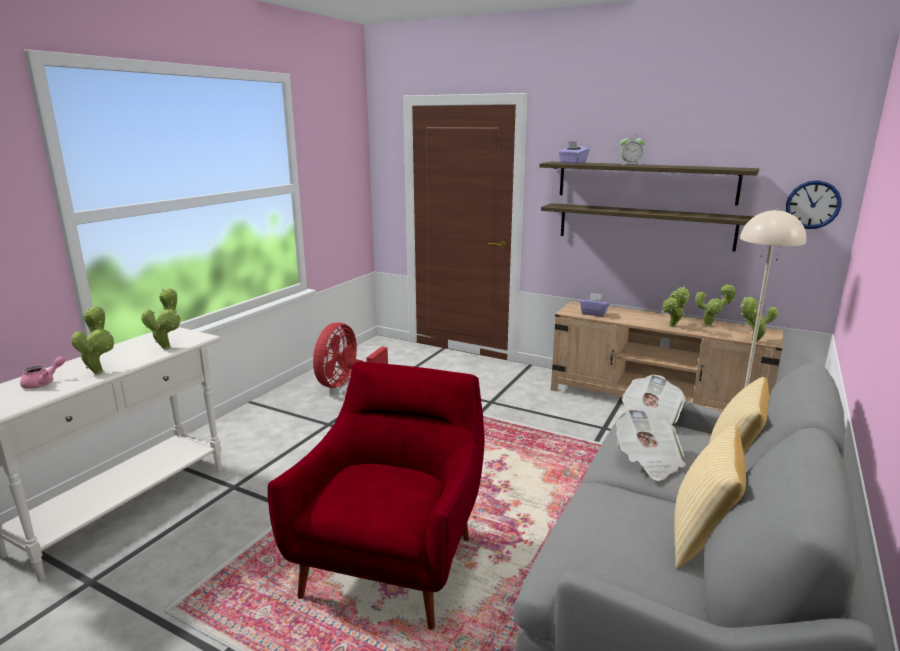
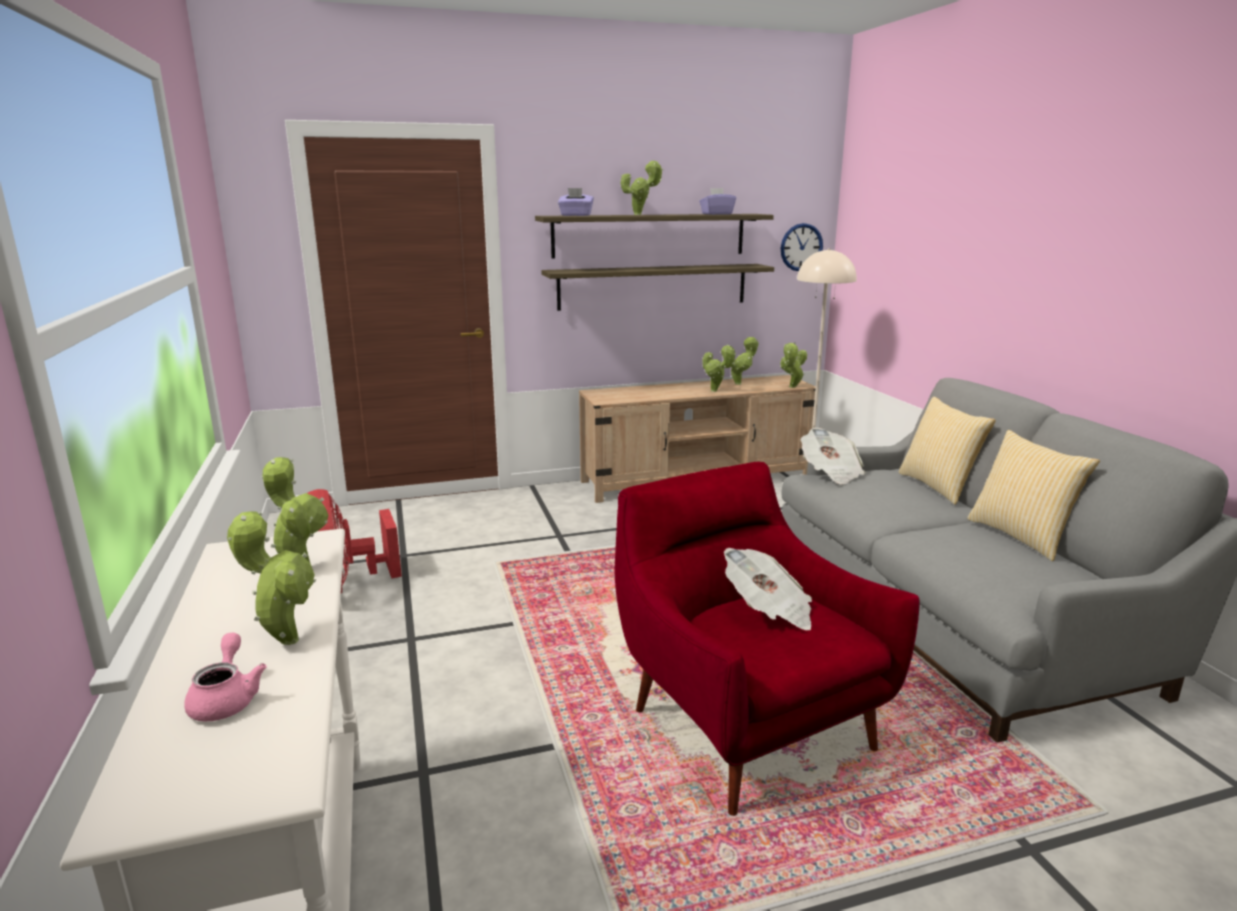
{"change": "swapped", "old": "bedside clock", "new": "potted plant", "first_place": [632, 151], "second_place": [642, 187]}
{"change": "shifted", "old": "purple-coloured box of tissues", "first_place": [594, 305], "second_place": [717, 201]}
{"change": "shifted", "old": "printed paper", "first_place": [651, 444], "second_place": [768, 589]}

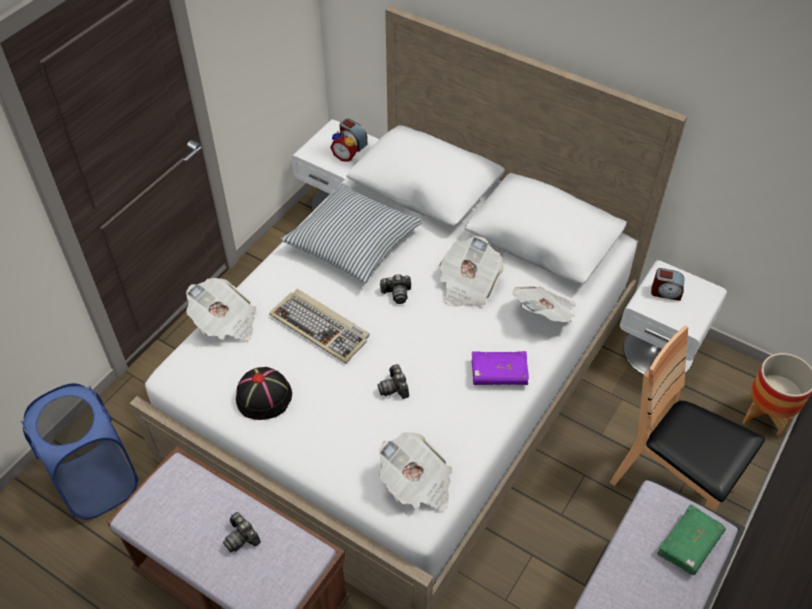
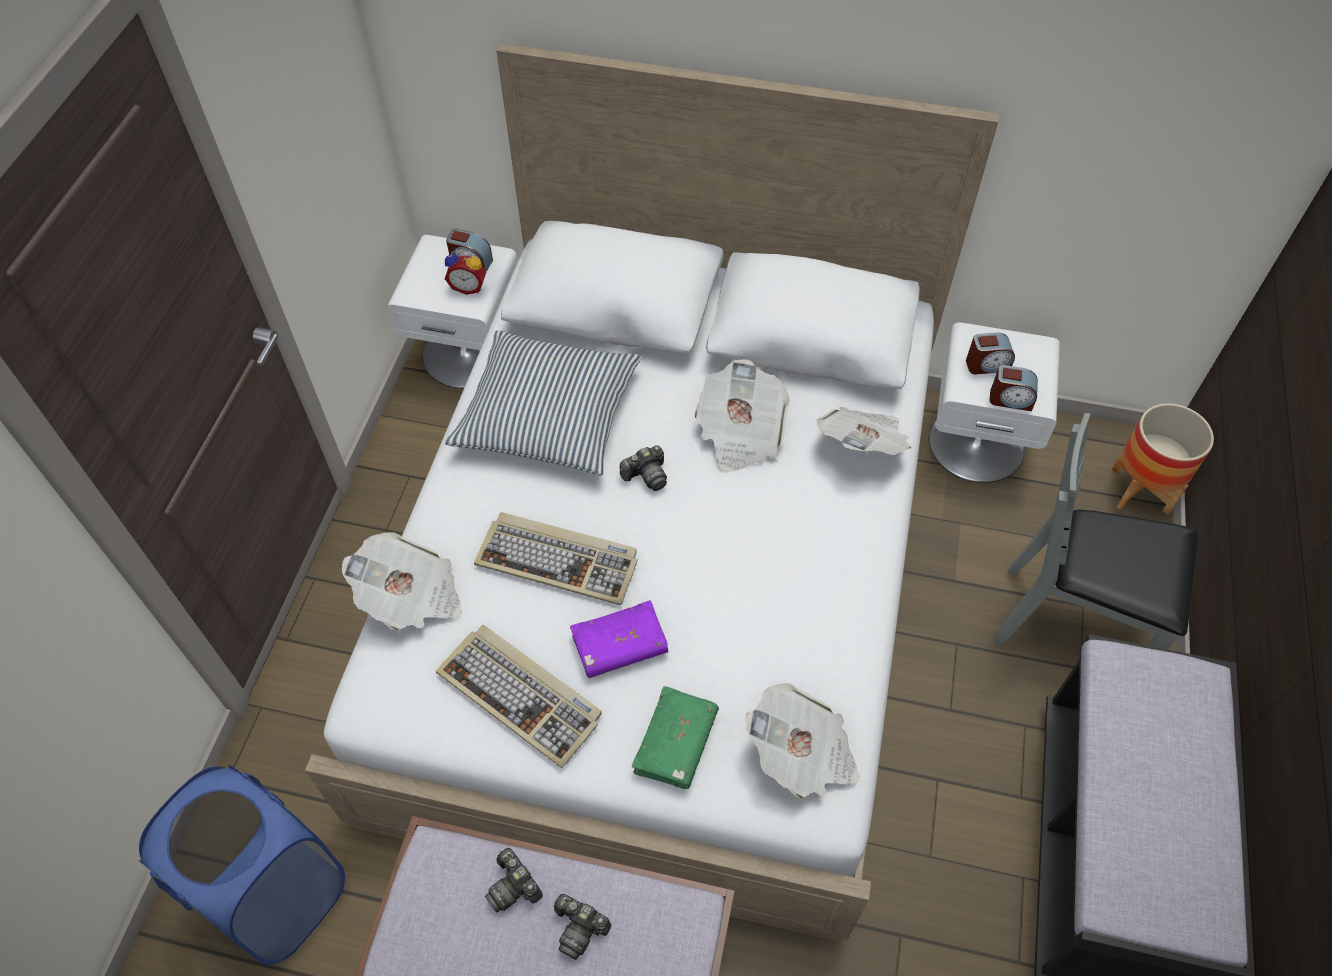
{"change": "swapped", "old": "black wearable hat", "new": "keyboard", "first_place": [264, 393], "second_place": [519, 696]}
{"change": "shifted", "old": "photo camera", "first_place": [393, 381], "second_place": [514, 880]}
{"change": "shifted", "old": "purple-coloured volume", "first_place": [500, 368], "second_place": [619, 639]}
{"change": "shifted", "old": "green-coloured volume", "first_place": [691, 540], "second_place": [675, 737]}
{"change": "new", "new": "bedside clock", "second_place": [1014, 388]}
{"change": "repainted", "old": "brownish plain chair", "new": "greyish plain chair", "first_place": [687, 418], "second_place": [1095, 531]}

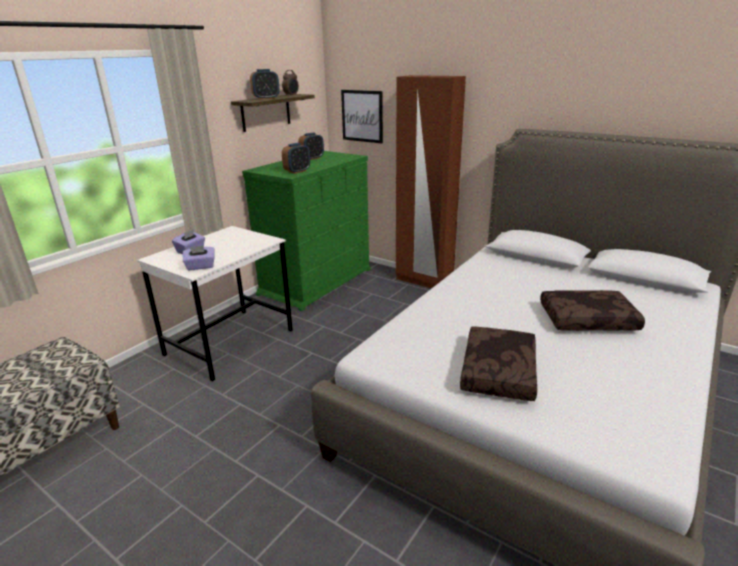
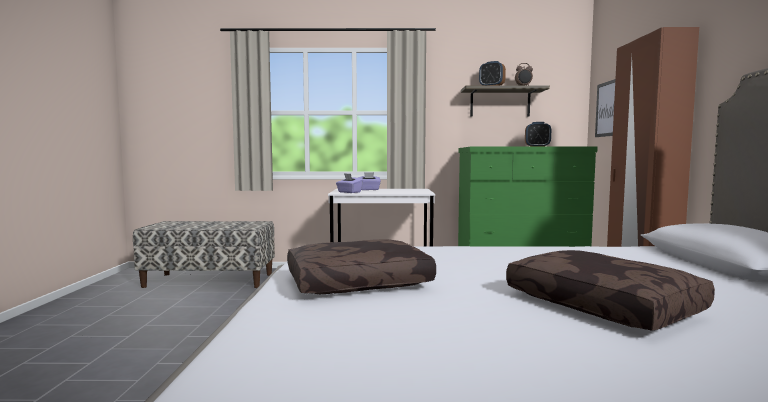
{"change": "gone", "old": "bedside clock", "first_place": [296, 158]}

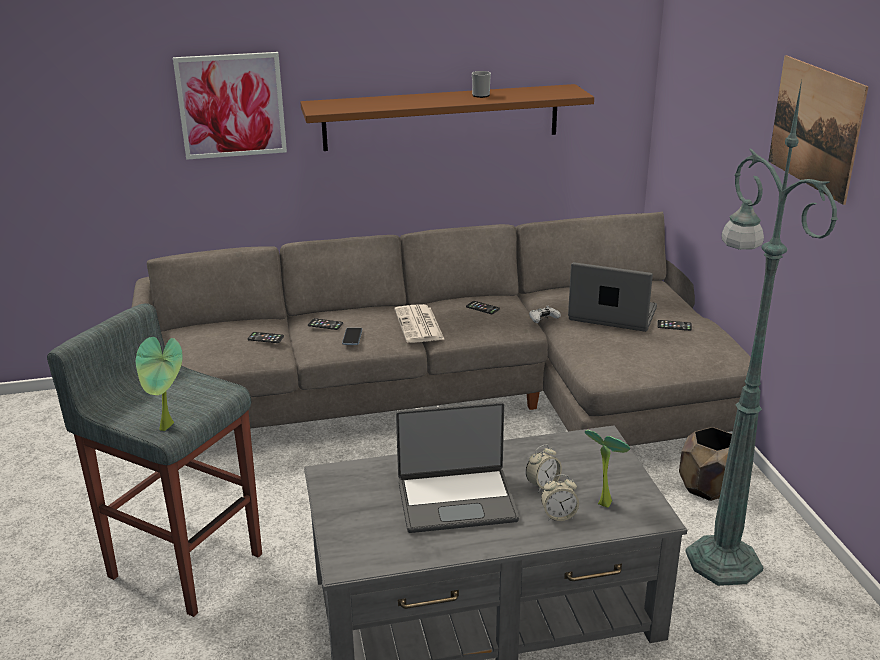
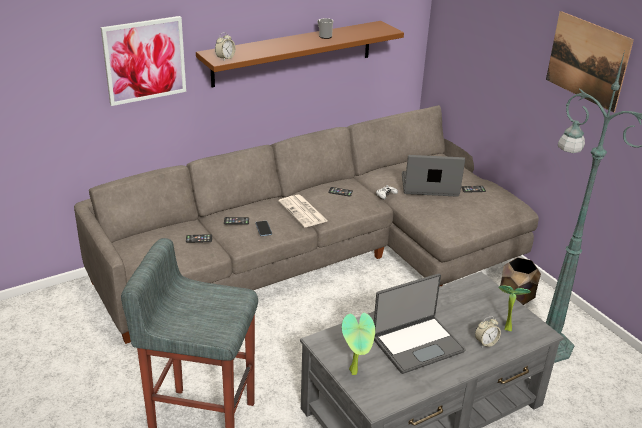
{"change": "shifted", "old": "bedside clock", "first_place": [544, 468], "second_place": [225, 46]}
{"change": "shifted", "old": "potted plant", "first_place": [159, 384], "second_place": [358, 343]}

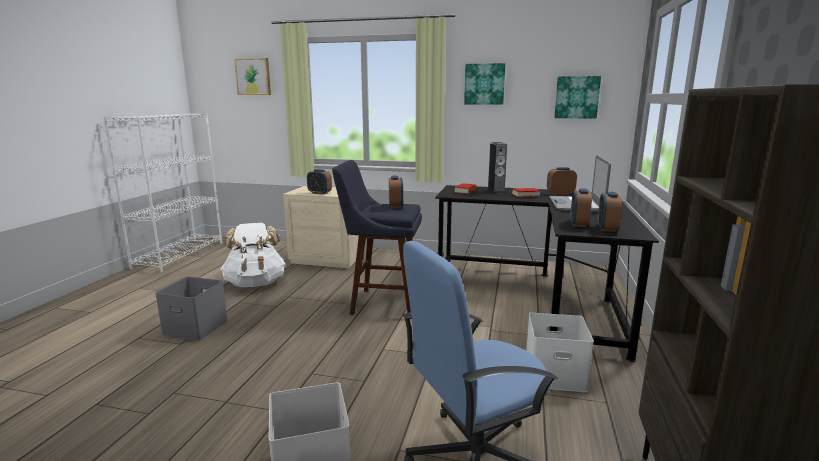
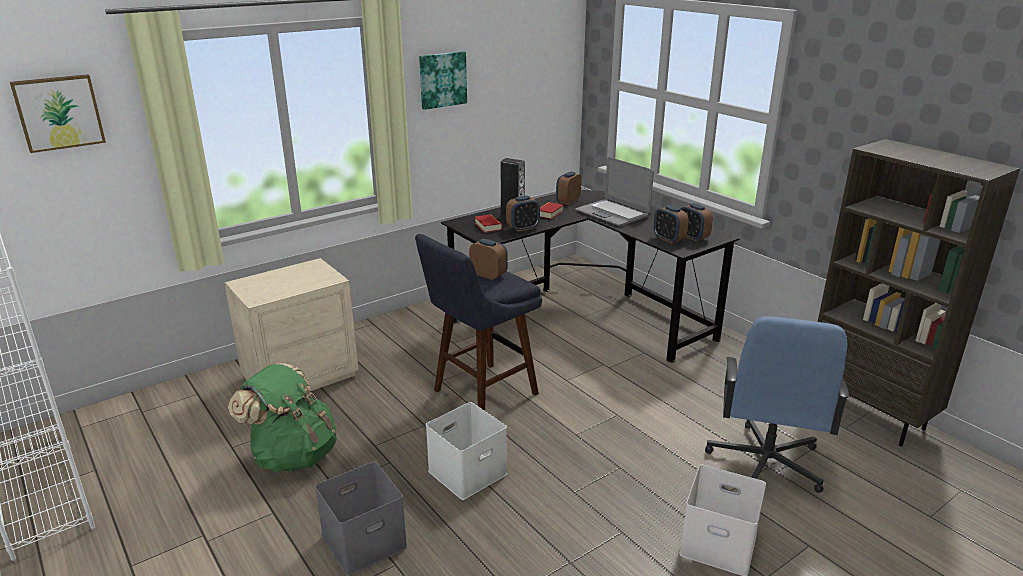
{"change": "repainted", "old": "whitish knapsack", "new": "green-coloured knapsack", "first_place": [253, 255], "second_place": [282, 417]}
{"change": "shifted", "old": "whitish storage bin", "first_place": [560, 352], "second_place": [466, 451]}
{"change": "shifted", "old": "bedside clock", "first_place": [319, 182], "second_place": [523, 214]}
{"change": "gone", "old": "wall picture", "first_place": [577, 97]}

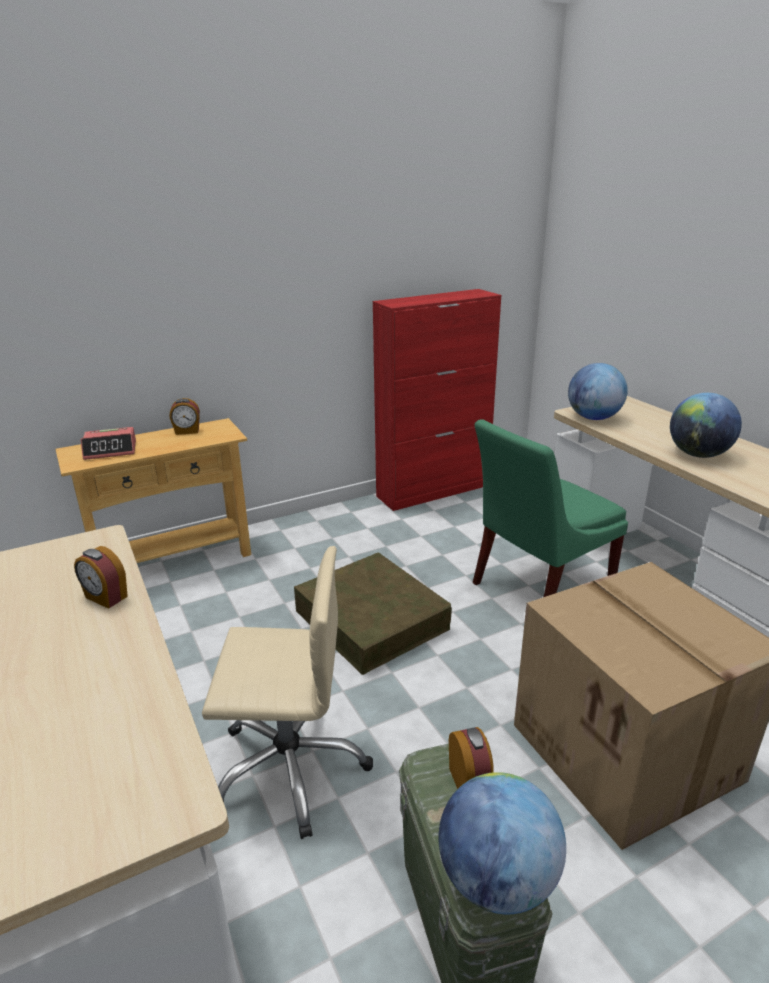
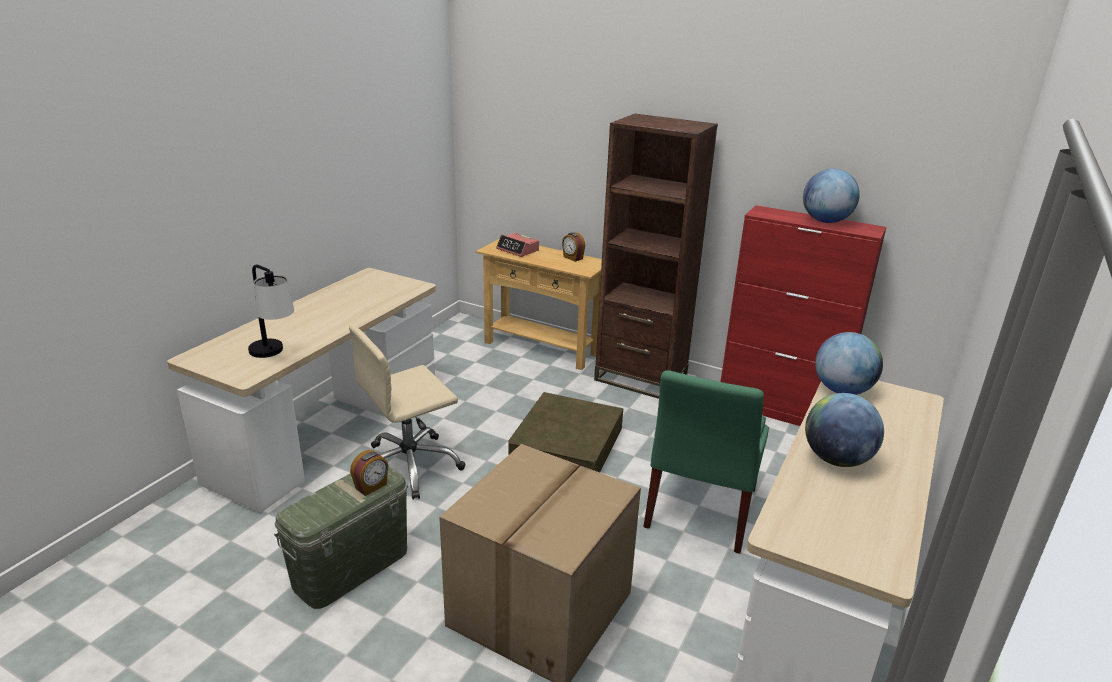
{"change": "new", "new": "tabletop lamp", "second_place": [271, 311]}
{"change": "rotated", "old": "beige office chair", "first_place": [287, 692], "second_place": [407, 412], "degrees": 90}
{"change": "new", "new": "brownish bookshelf", "second_place": [656, 256]}
{"change": "rotated", "old": "green-coloured plain chair", "first_place": [550, 508], "second_place": [706, 462], "degrees": -90}
{"change": "shifted", "old": "globe", "first_place": [502, 843], "second_place": [831, 196]}
{"change": "gone", "old": "bedside clock", "first_place": [101, 577]}

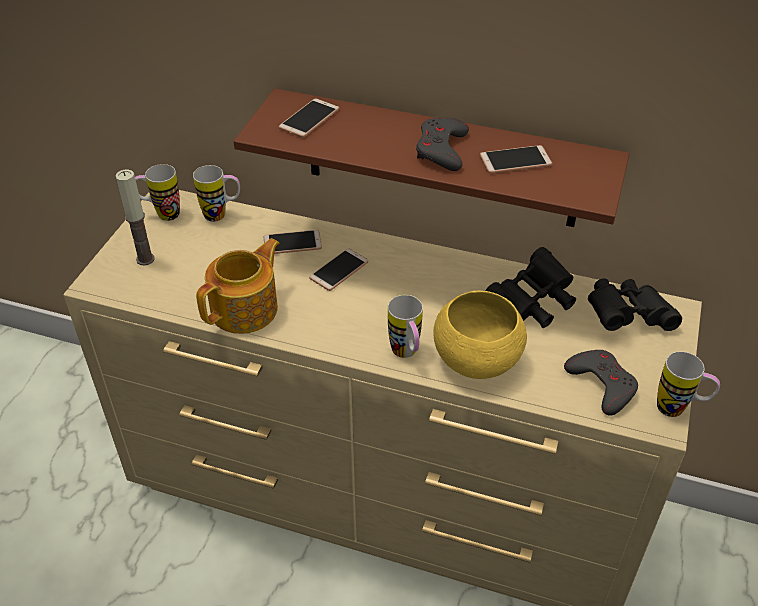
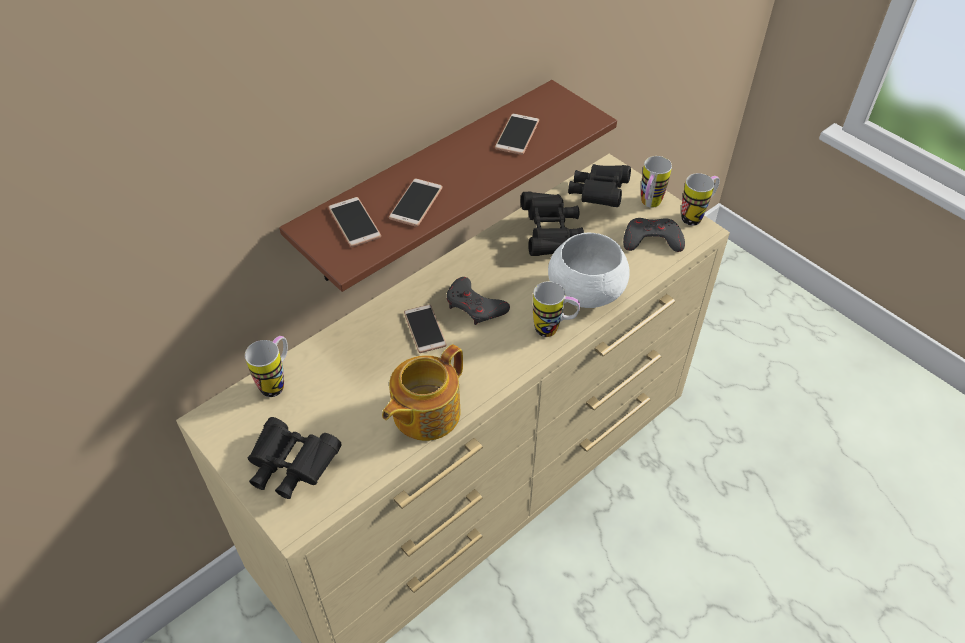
{"change": "swapped", "old": "wax light", "new": "black field glasses", "first_place": [135, 218], "second_place": [295, 458]}
{"change": "rotated", "old": "pot for tea", "first_place": [238, 286], "second_place": [422, 392], "degrees": -120}
{"change": "shifted", "old": "handset", "first_place": [293, 242], "second_place": [416, 202]}
{"change": "shifted", "old": "greyish game controller", "first_place": [442, 144], "second_place": [478, 301]}
{"change": "repainted", "old": "yellow-coloured deep dish", "new": "whitish deep dish", "first_place": [480, 334], "second_place": [589, 270]}
{"change": "shifted", "old": "coffee mug", "first_place": [157, 192], "second_place": [656, 182]}

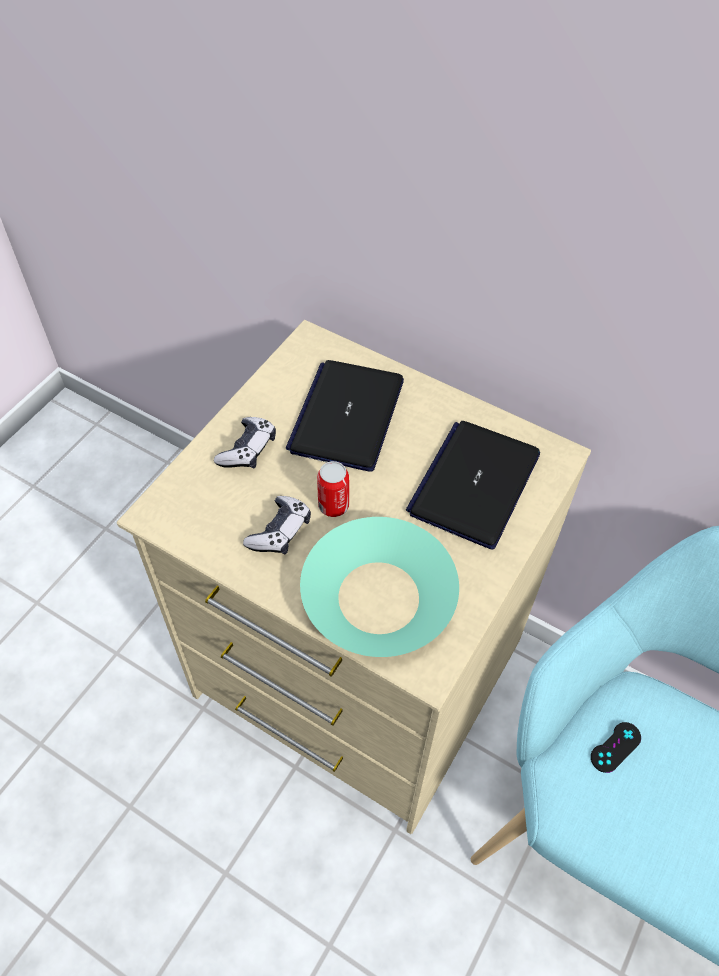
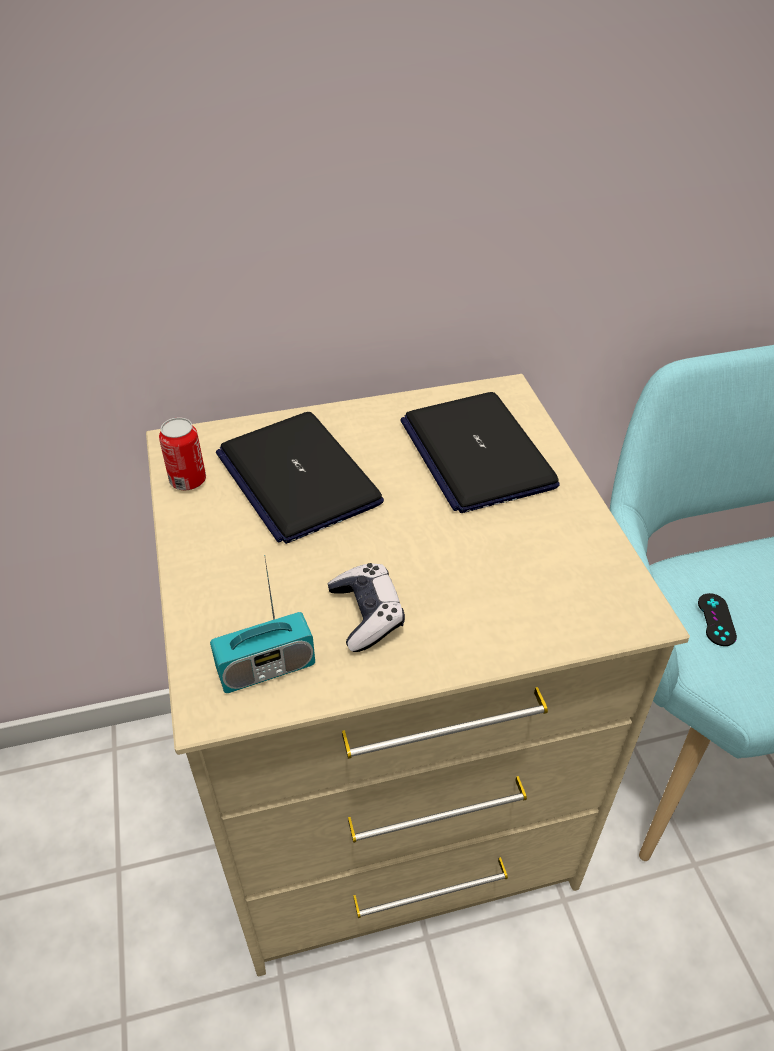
{"change": "shifted", "old": "sealed can", "first_place": [333, 489], "second_place": [182, 453]}
{"change": "new", "new": "radio set", "second_place": [262, 624]}
{"change": "gone", "old": "game controller", "first_place": [245, 443]}
{"change": "gone", "old": "turquoise deep dish", "first_place": [379, 587]}

